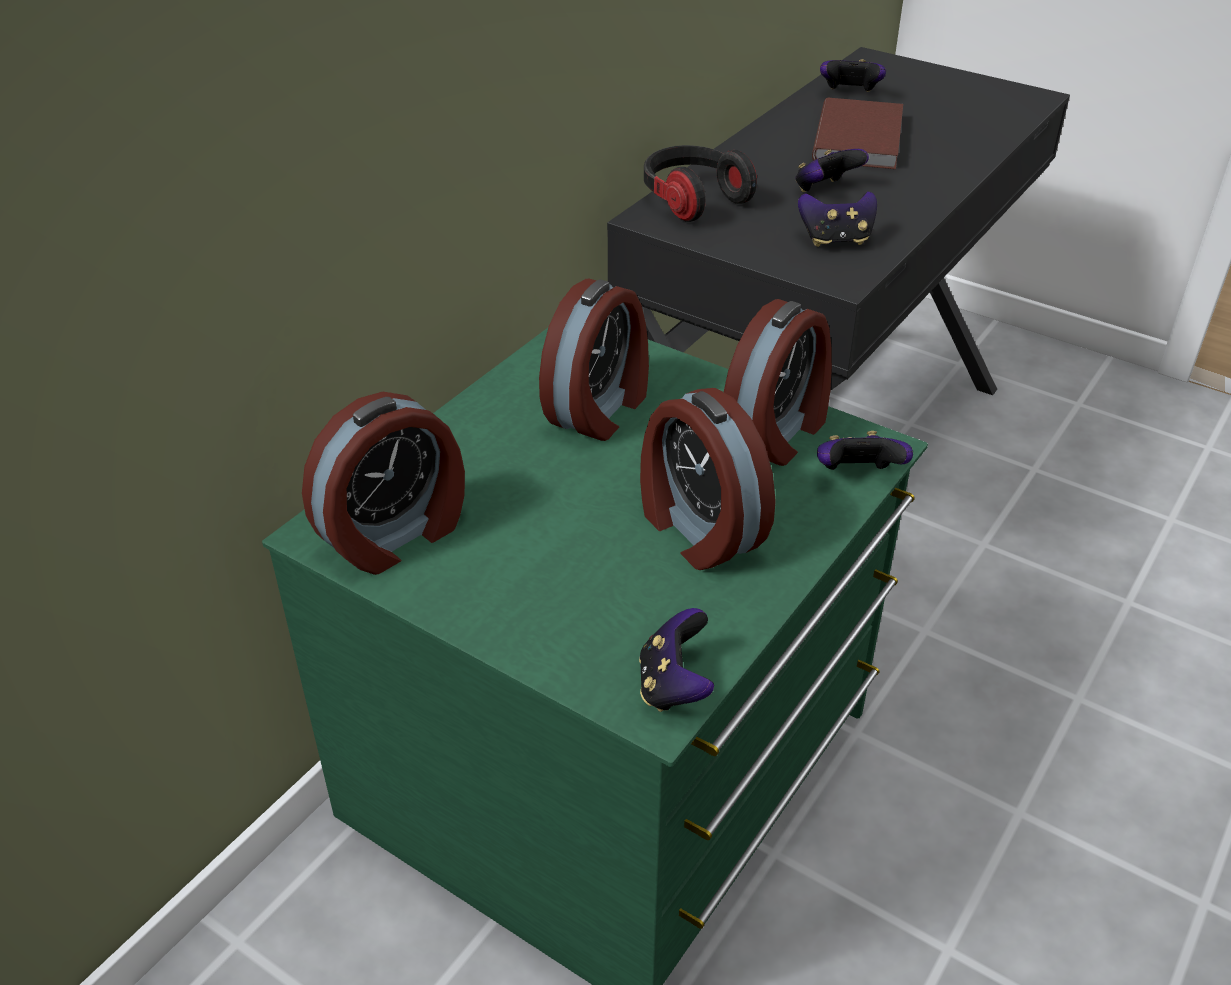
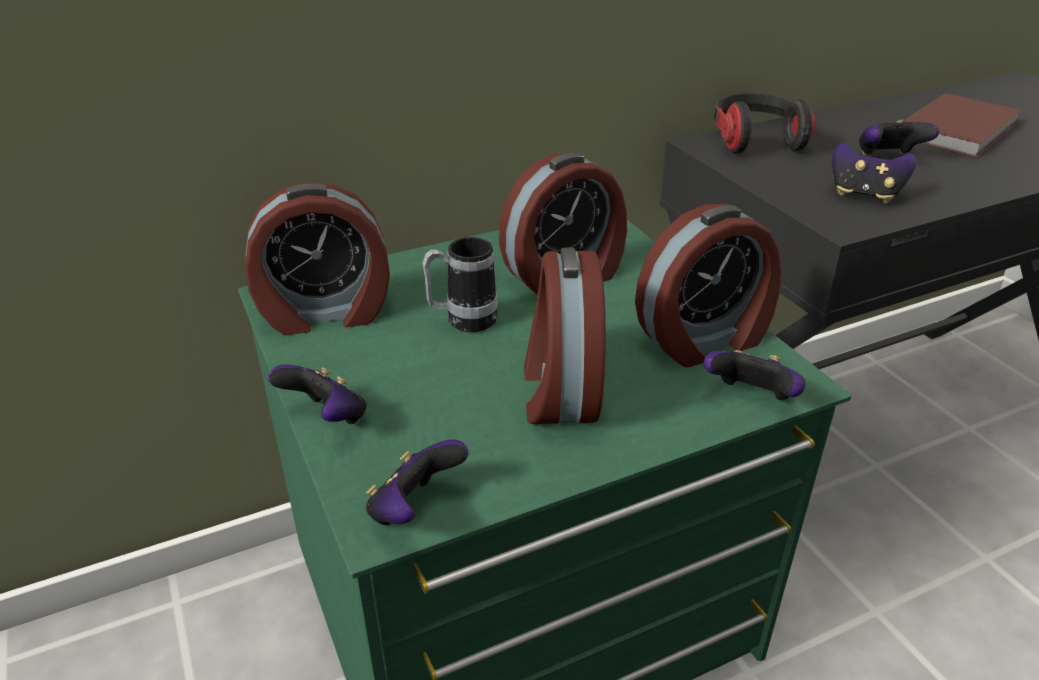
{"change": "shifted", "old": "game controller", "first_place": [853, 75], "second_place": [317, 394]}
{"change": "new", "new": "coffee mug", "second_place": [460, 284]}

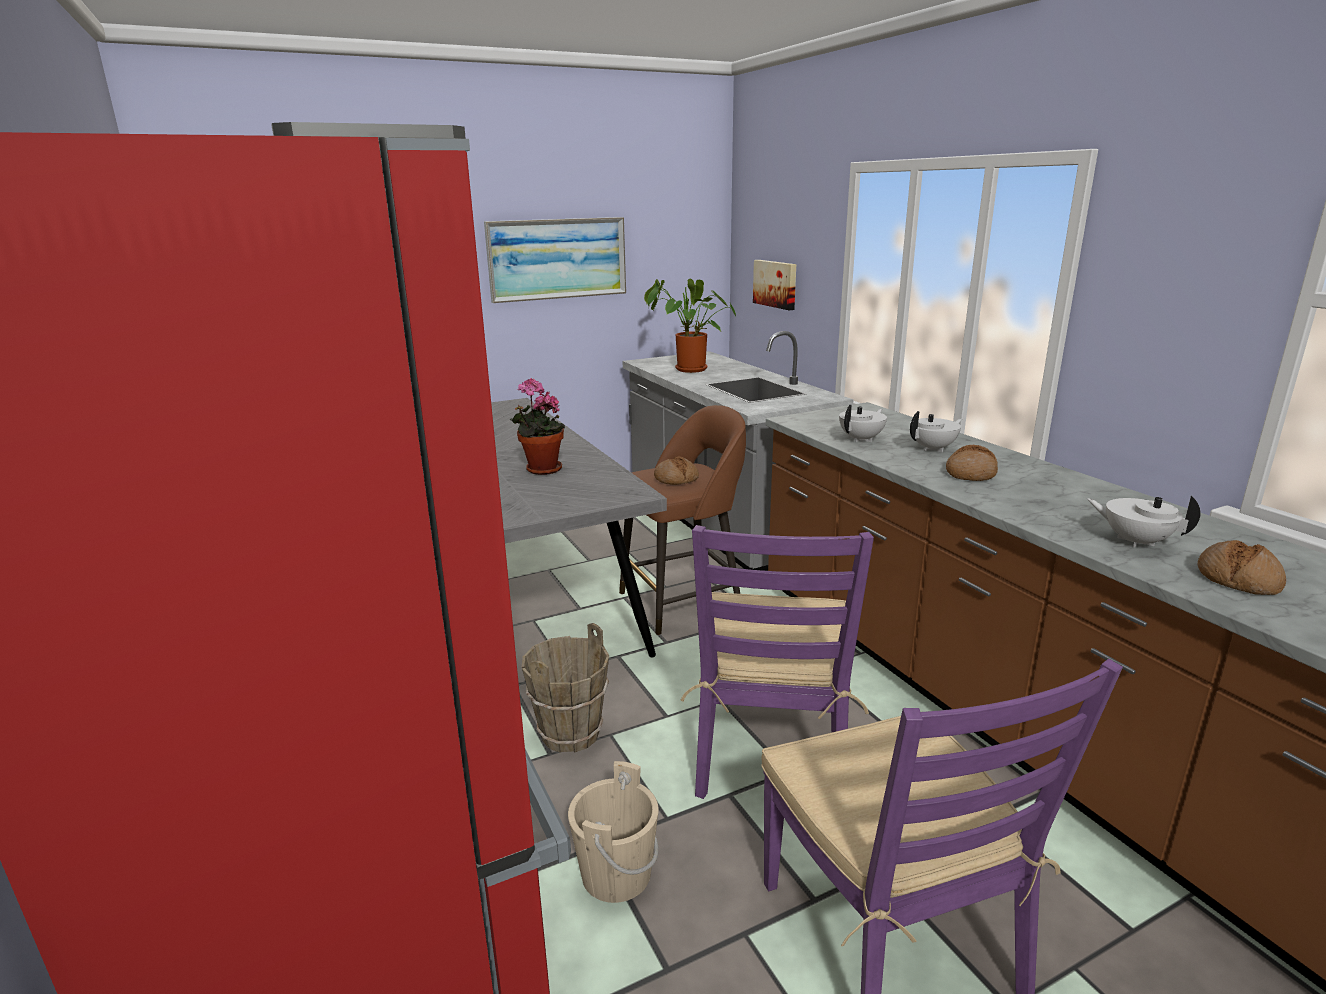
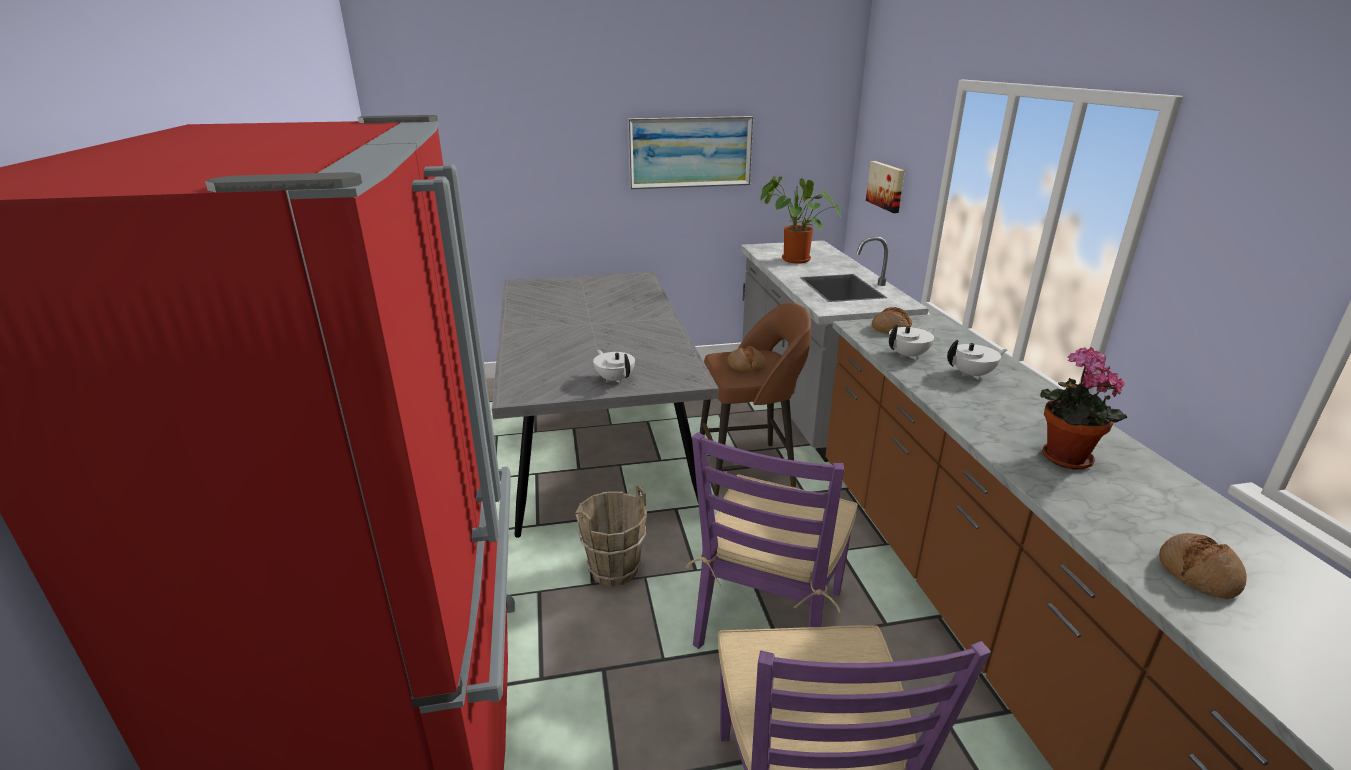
{"change": "shifted", "old": "whitish pot for tea", "first_place": [1143, 522], "second_place": [614, 366]}
{"change": "shifted", "old": "baked bread", "first_place": [972, 463], "second_place": [892, 320]}
{"change": "shifted", "old": "potted plant", "first_place": [537, 426], "second_place": [1083, 408]}
{"change": "gone", "old": "beige water bucket", "first_place": [613, 832]}

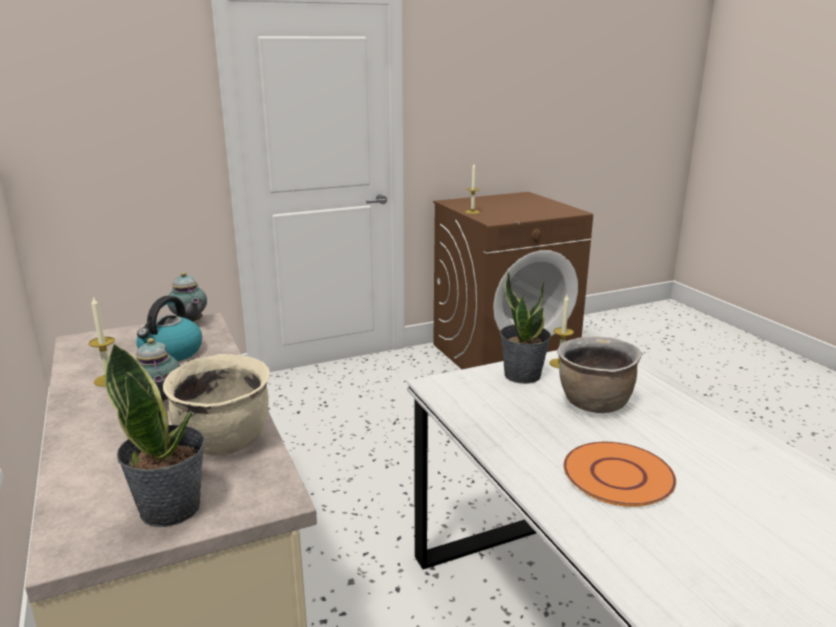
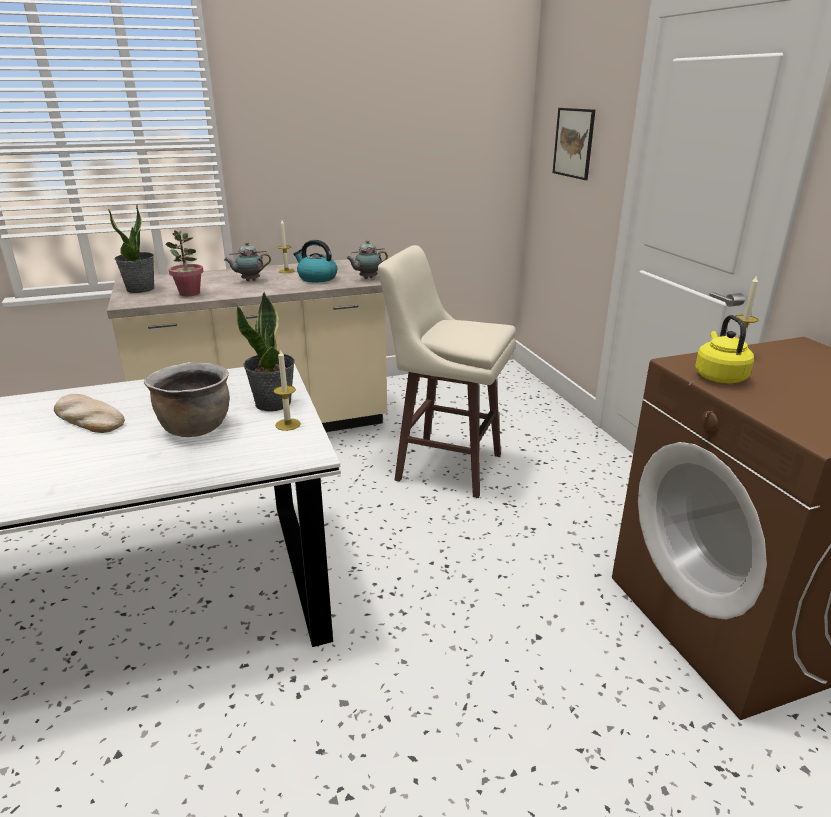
{"change": "swapped", "old": "orange-coloured dinner plate", "new": "baked bread", "first_place": [620, 474], "second_place": [89, 413]}
{"change": "swapped", "old": "beige cooking pot", "new": "potted plant", "first_place": [216, 405], "second_place": [184, 263]}
{"change": "new", "new": "beige stool seat", "second_place": [447, 371]}
{"change": "new", "new": "wall picture", "second_place": [574, 144]}
{"change": "new", "new": "yellow-coloured water kettle", "second_place": [724, 349]}

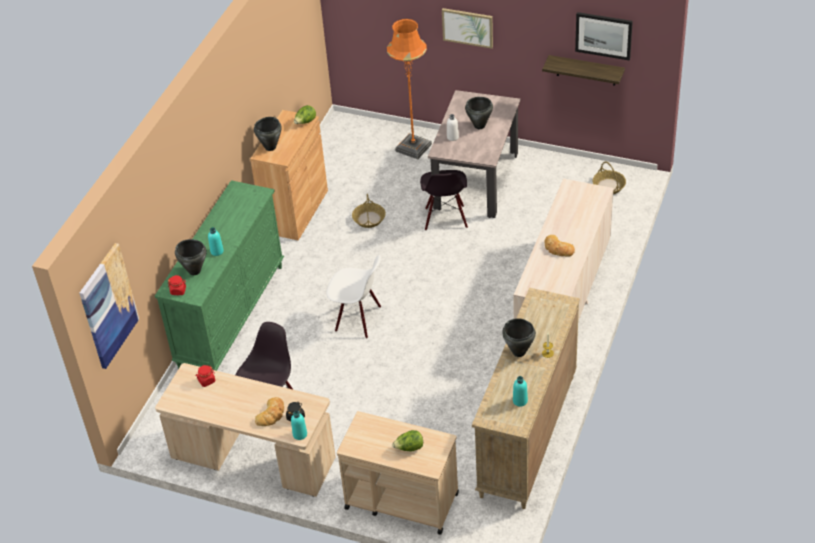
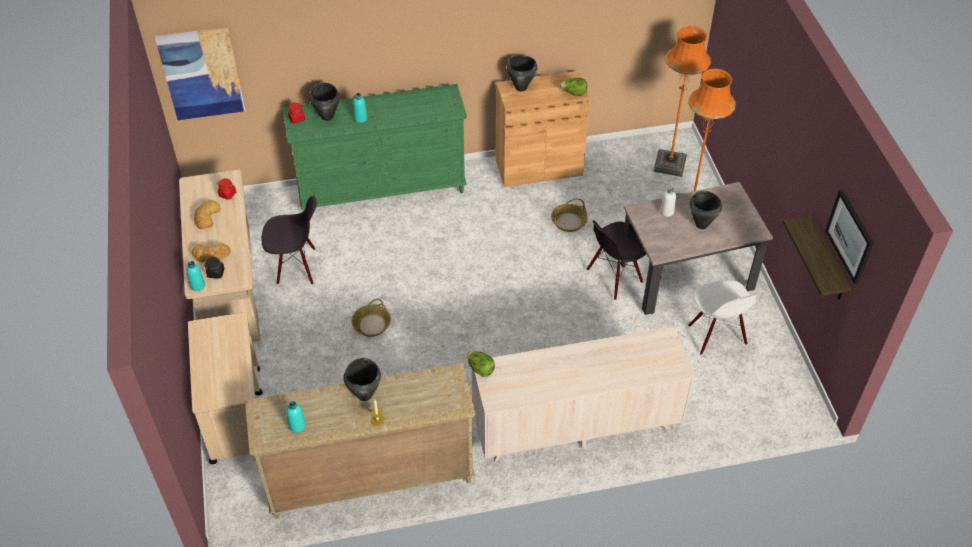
{"change": "shifted", "old": "baked bread", "first_place": [560, 246], "second_place": [207, 215]}
{"change": "shifted", "old": "basket", "first_place": [609, 178], "second_place": [371, 318]}
{"change": "shifted", "old": "head of lettuce", "first_place": [407, 441], "second_place": [481, 364]}
{"change": "new", "new": "orange-coloured standard lamp", "second_place": [682, 101]}
{"change": "shifted", "old": "whitish plain chair", "first_place": [353, 297], "second_place": [723, 317]}
{"change": "gone", "old": "wall picture", "first_place": [467, 28]}

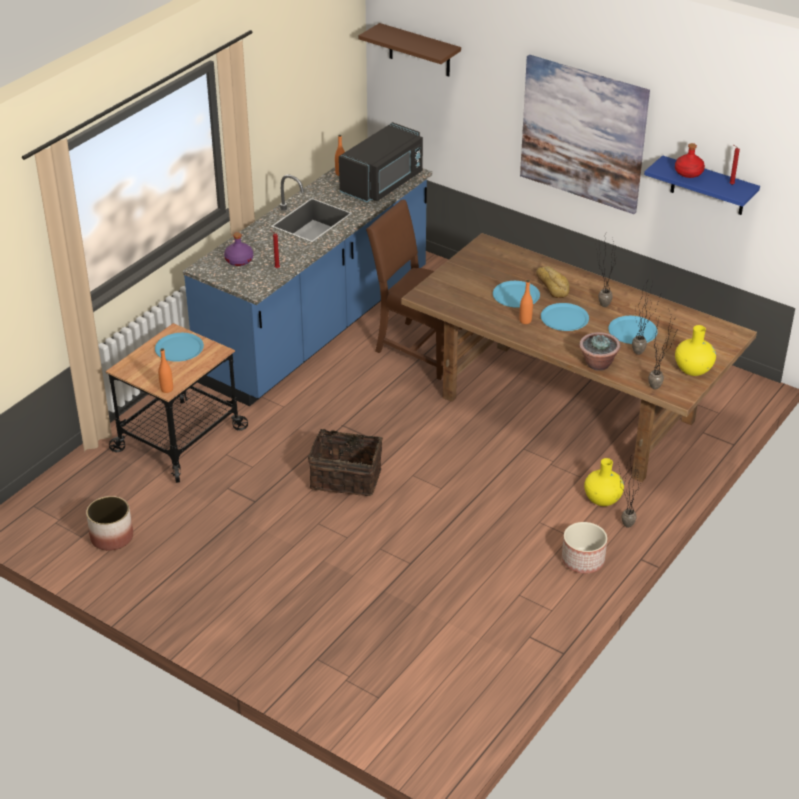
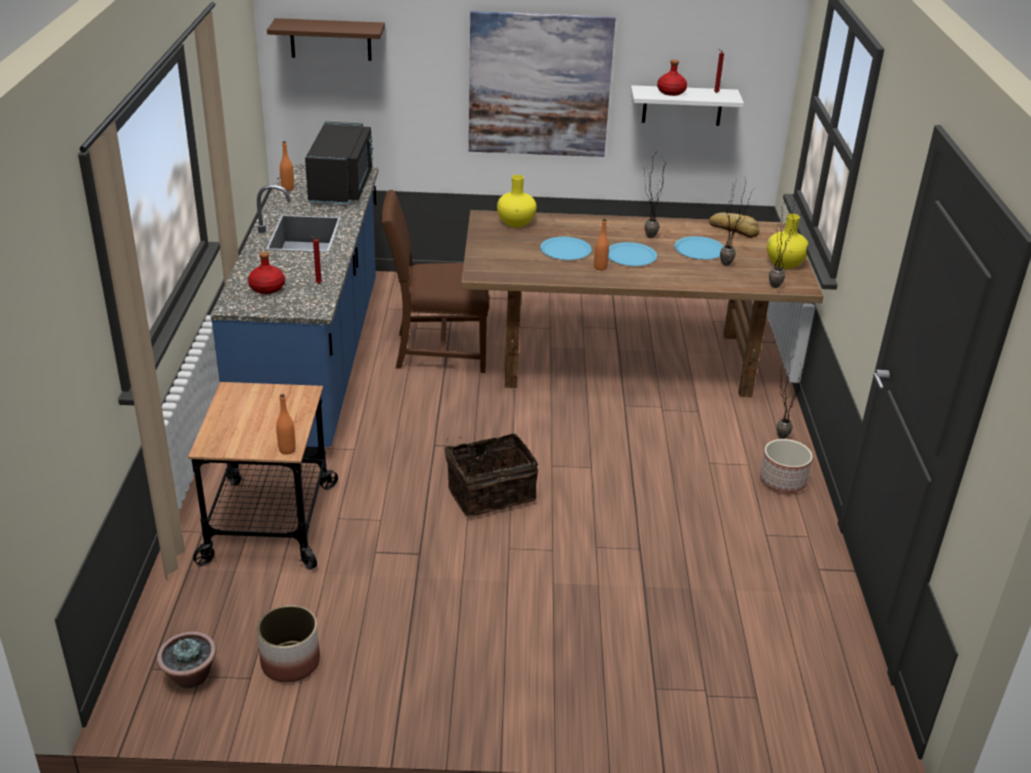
{"change": "shifted", "old": "potted plant", "first_place": [599, 351], "second_place": [186, 659]}
{"change": "repainted", "old": "purple-coloured bottle", "new": "red bottle", "first_place": [238, 249], "second_place": [266, 273]}
{"change": "shifted", "old": "yellow-coloured flower vase", "first_place": [604, 482], "second_place": [517, 201]}
{"change": "repainted", "old": "bluish wall shelf", "new": "whitish wall shelf", "first_place": [702, 185], "second_place": [687, 105]}
{"change": "shifted", "old": "baked bread", "first_place": [553, 282], "second_place": [734, 225]}
{"change": "gone", "old": "bluish dinner plate", "first_place": [179, 347]}

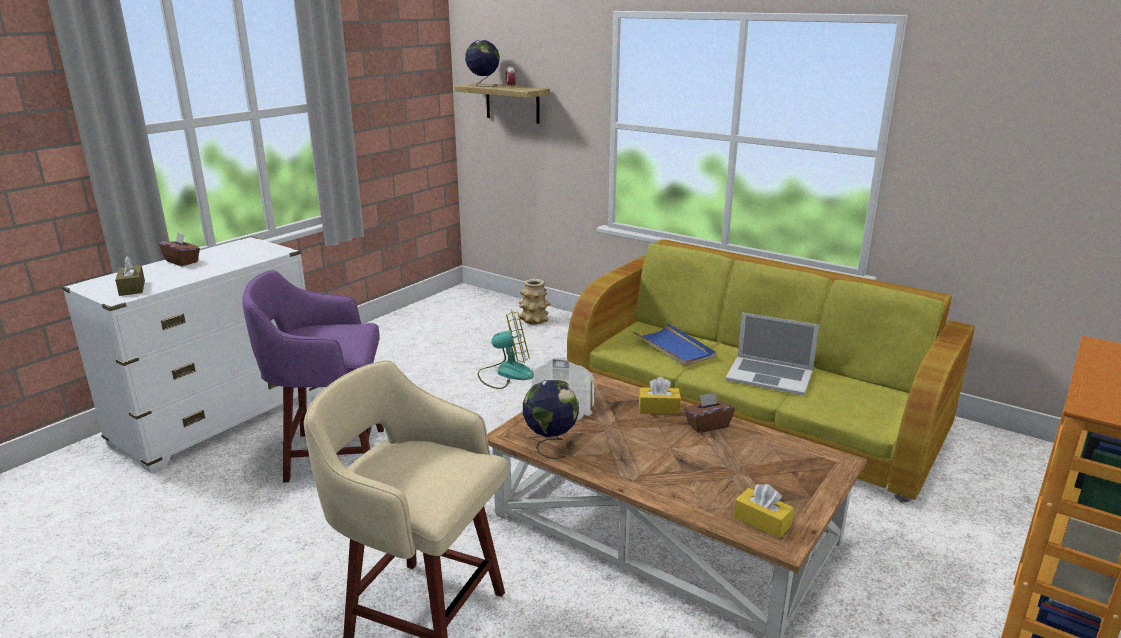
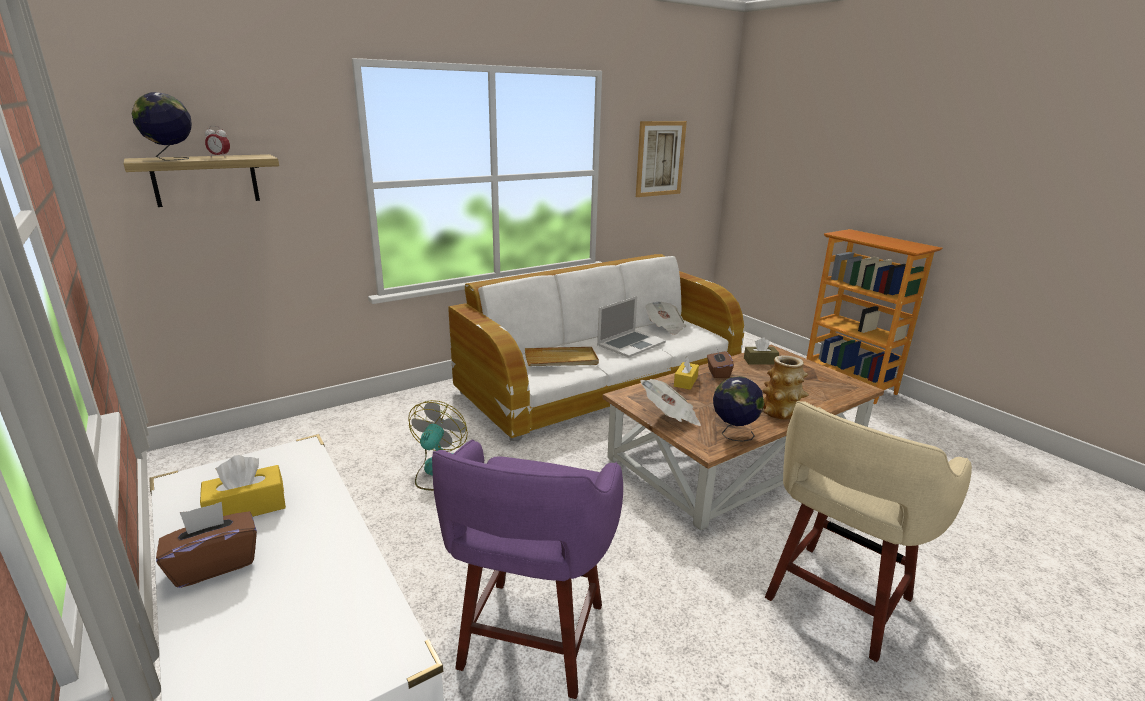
{"change": "shifted", "old": "yellow-coloured box of tissues", "first_place": [764, 511], "second_place": [243, 486]}
{"change": "repainted", "old": "green-coloured sofa", "new": "whitish sofa", "first_place": [771, 370], "second_place": [596, 347]}
{"change": "repainted", "old": "bluish tray", "new": "beige tray", "first_place": [675, 345], "second_place": [562, 356]}
{"change": "new", "new": "wall picture", "second_place": [661, 159]}
{"change": "new", "new": "printed paper", "second_place": [665, 318]}
{"change": "shifted", "old": "brownish box of tissues", "first_place": [130, 276], "second_place": [761, 351]}
{"change": "shifted", "old": "flower vase", "first_place": [534, 302], "second_place": [785, 387]}

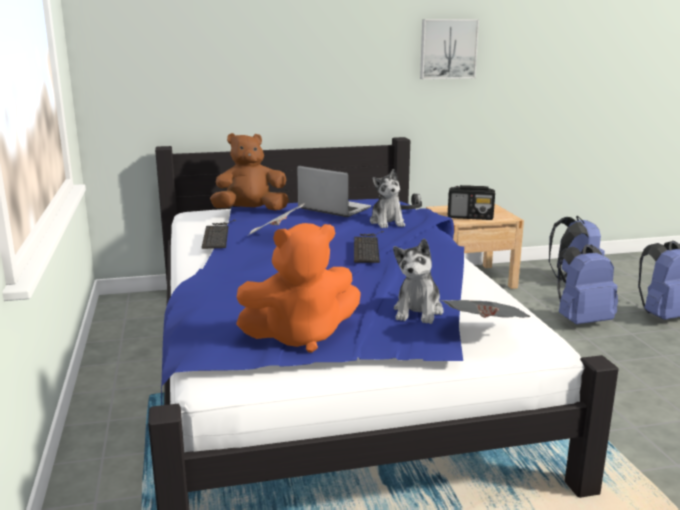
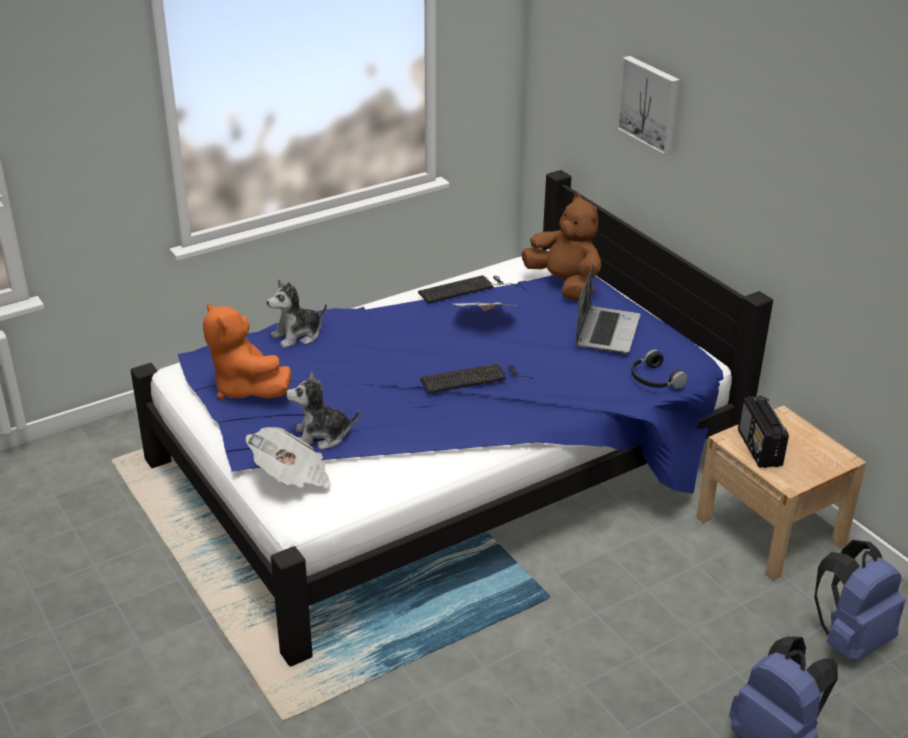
{"change": "shifted", "old": "cuddly toy", "first_place": [387, 198], "second_place": [297, 313]}
{"change": "shifted", "old": "wall picture", "first_place": [449, 49], "second_place": [648, 105]}
{"change": "gone", "old": "bluish knapsack", "first_place": [588, 284]}

